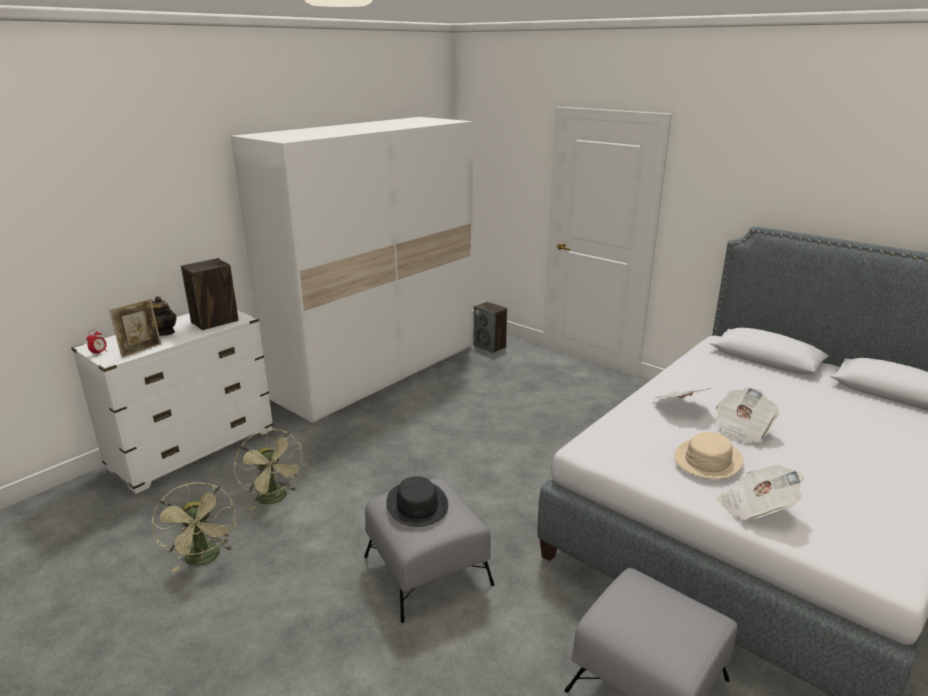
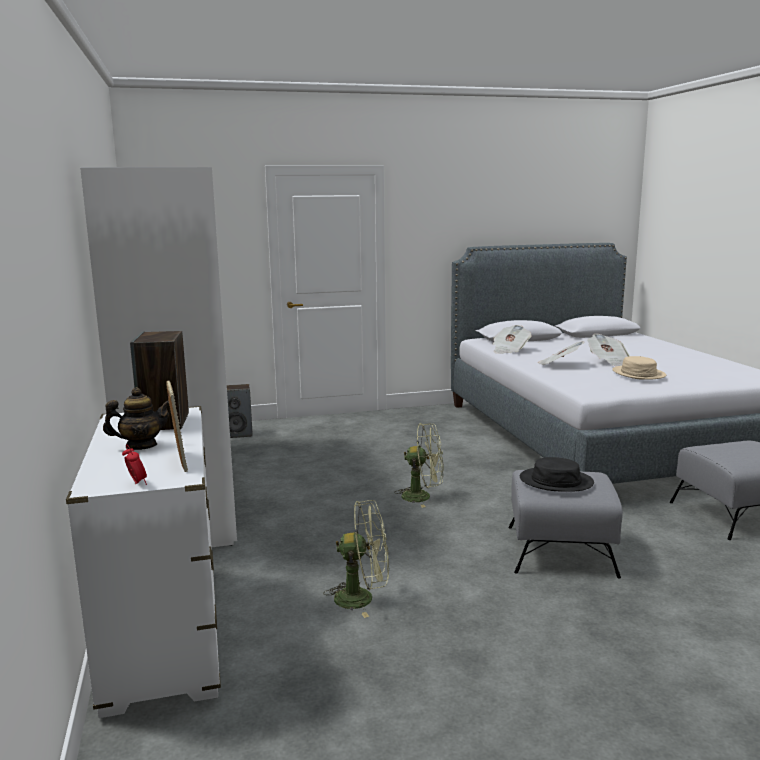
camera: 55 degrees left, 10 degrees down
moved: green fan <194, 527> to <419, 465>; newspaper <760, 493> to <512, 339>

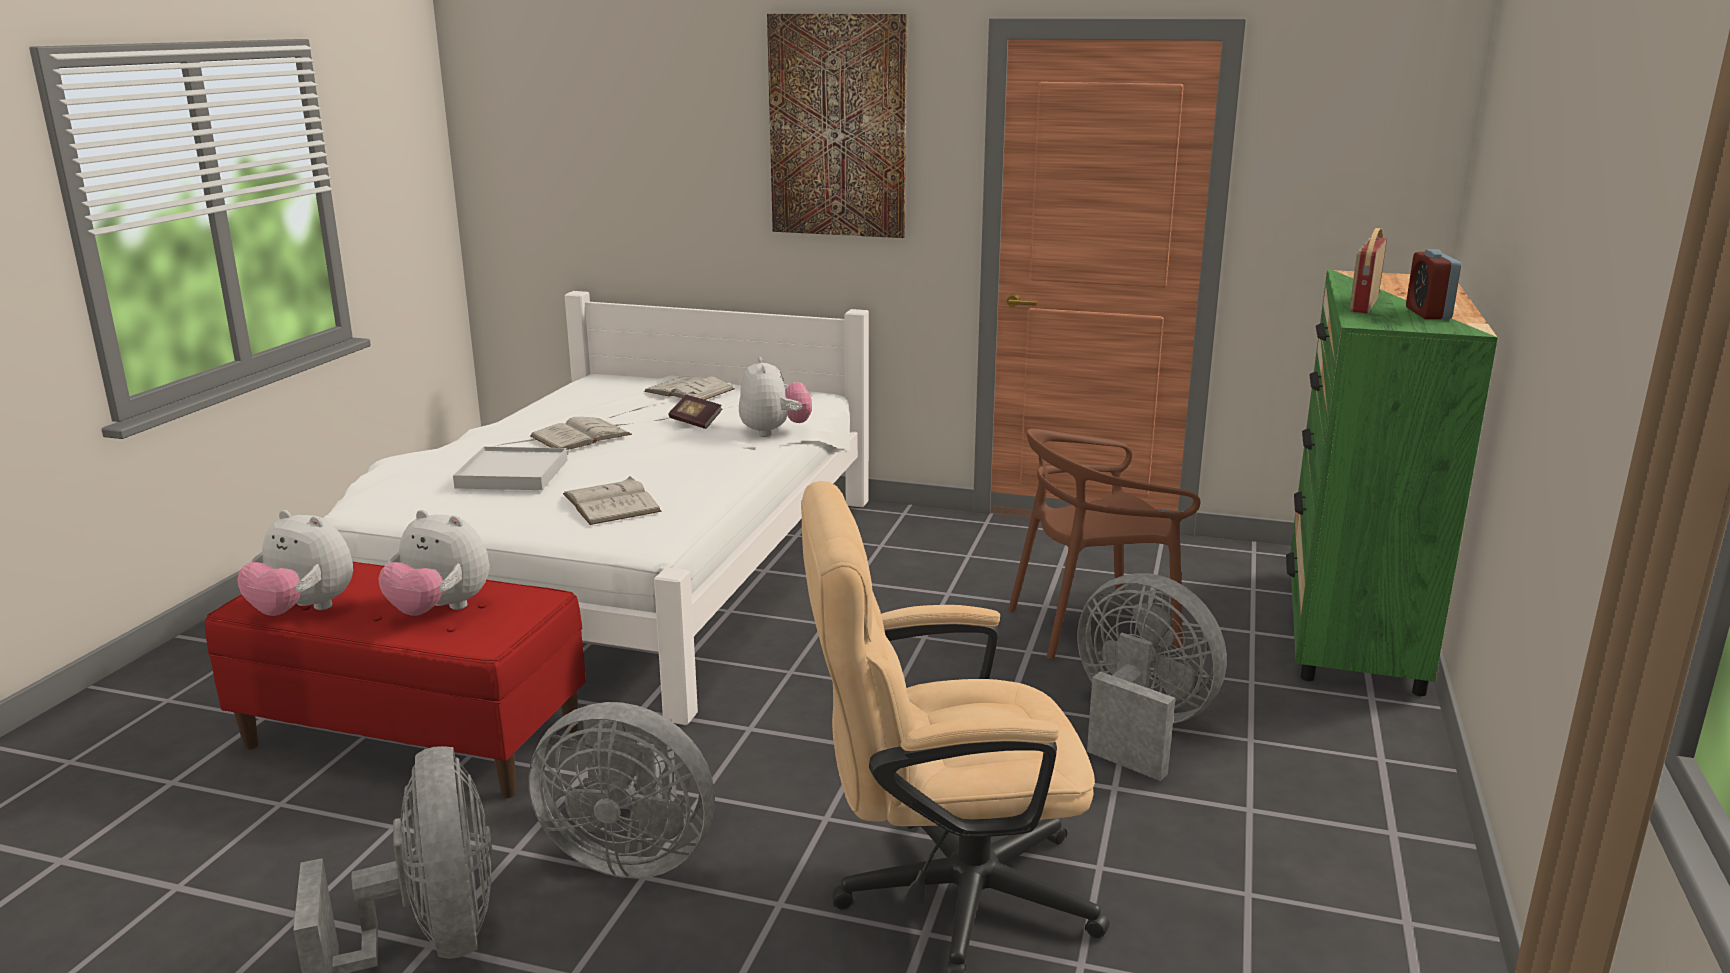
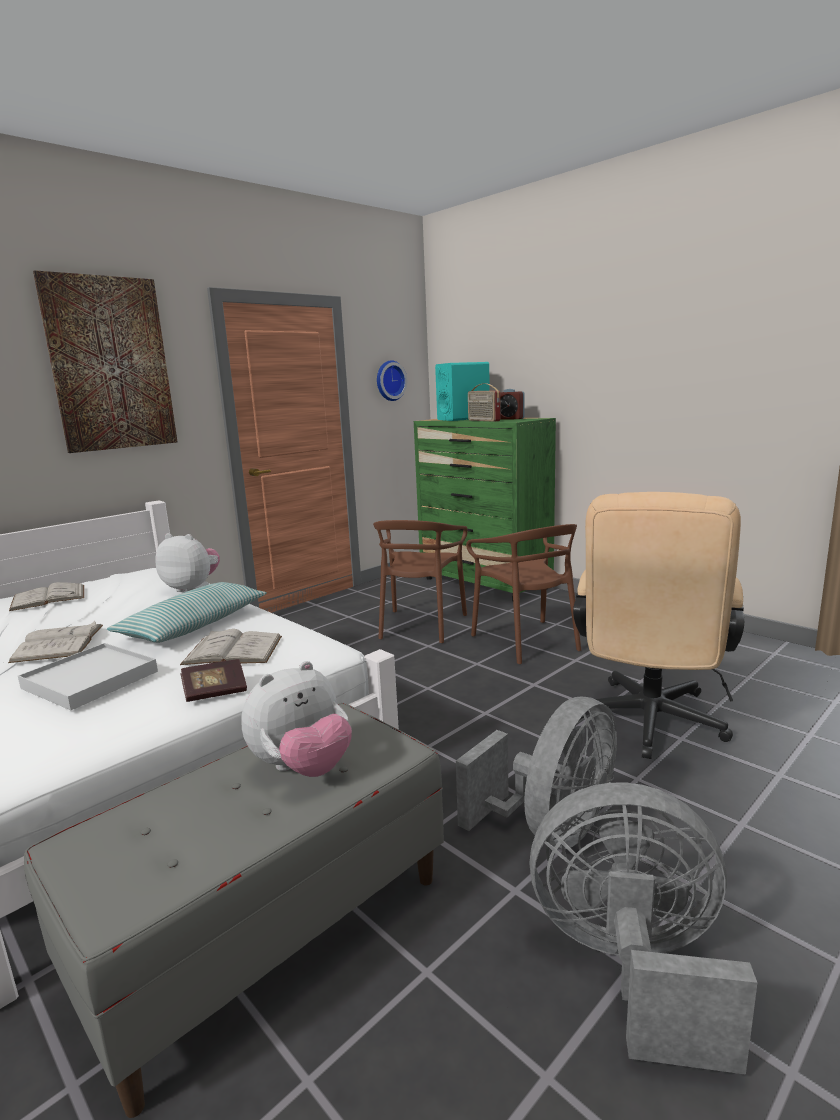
camera: 60 degrees left, 5 degrees down
removed: plush toy <295, 563>
added: pillow <187, 612>; wall clock <392, 380>; turquoise speaker <462, 391>
moved: book <695, 412> to <214, 680>
replaced: grey fan <1152, 677> to brown chair <523, 594>
recoloured: red bench <395, 679> to grey bench <234, 910>

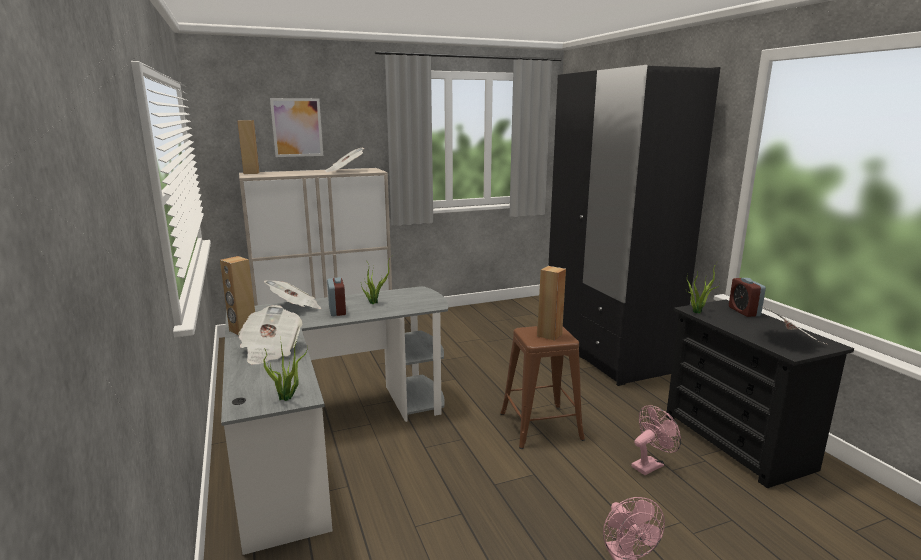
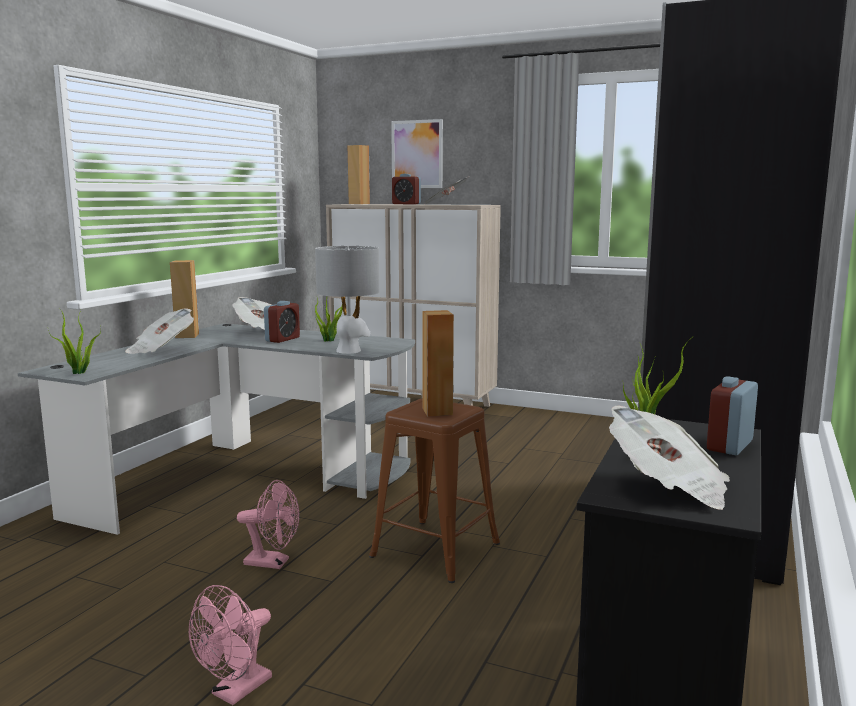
camera: 45 degrees right, 5 degrees down
added: grey table lamp <347, 300>; alarm clock <406, 189>
moved: pink fan <656, 440> to <268, 524>

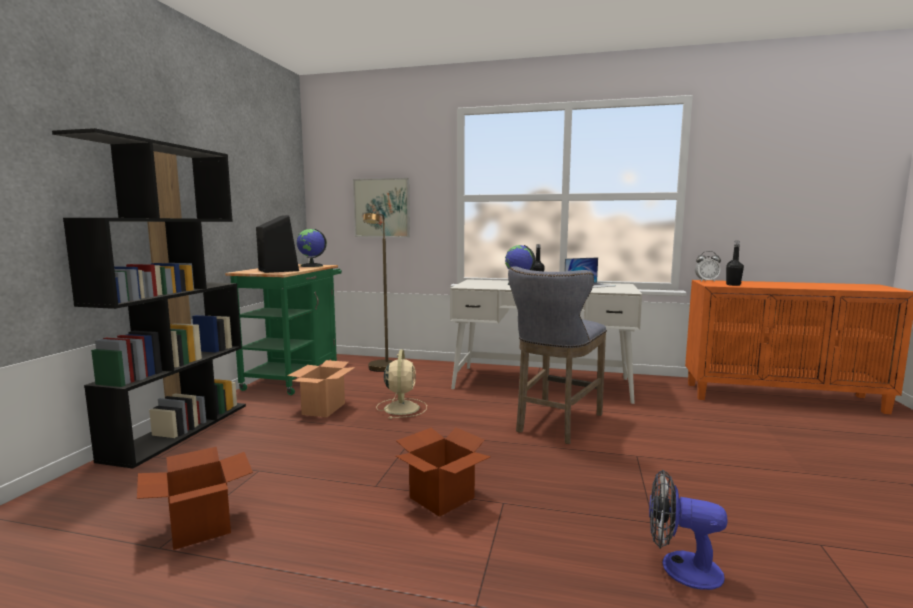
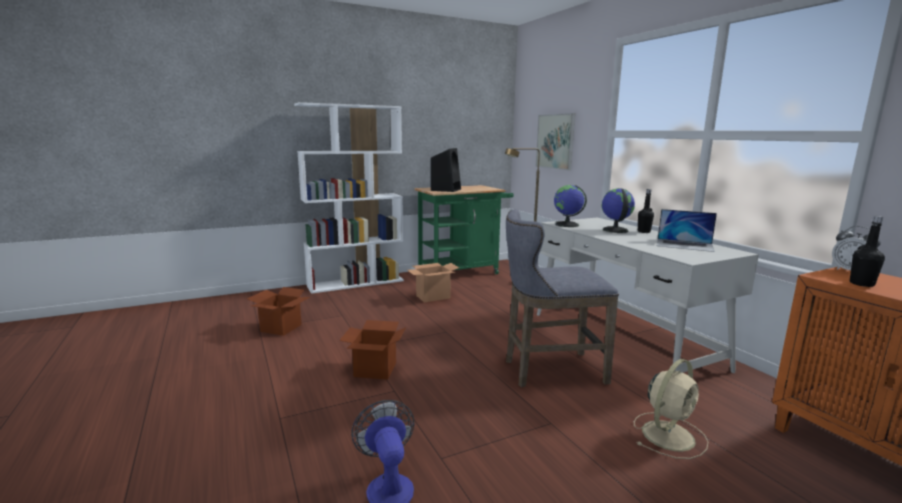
camera: 50 degrees right, 5 degrees up
moved: globe <311, 248> to <570, 206>; beige fan <401, 384> to <671, 409>
recoloured: black bookcase <149, 298> to white bookcase <349, 198>

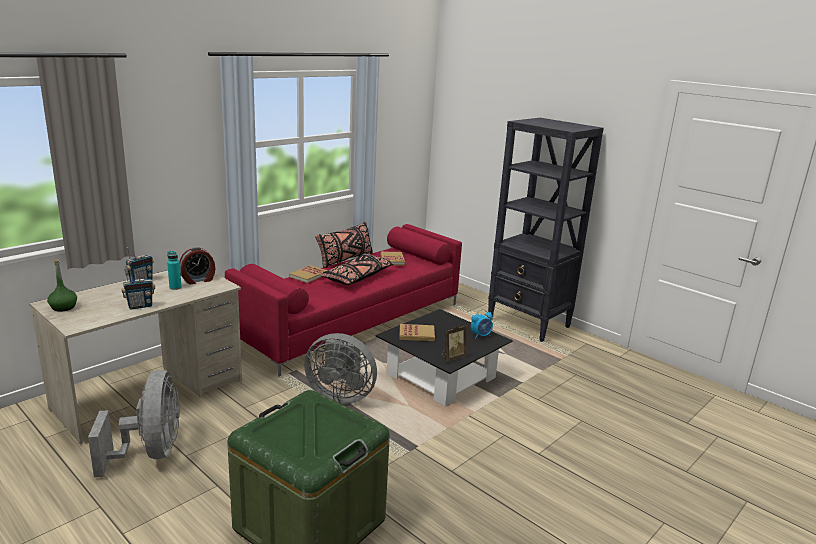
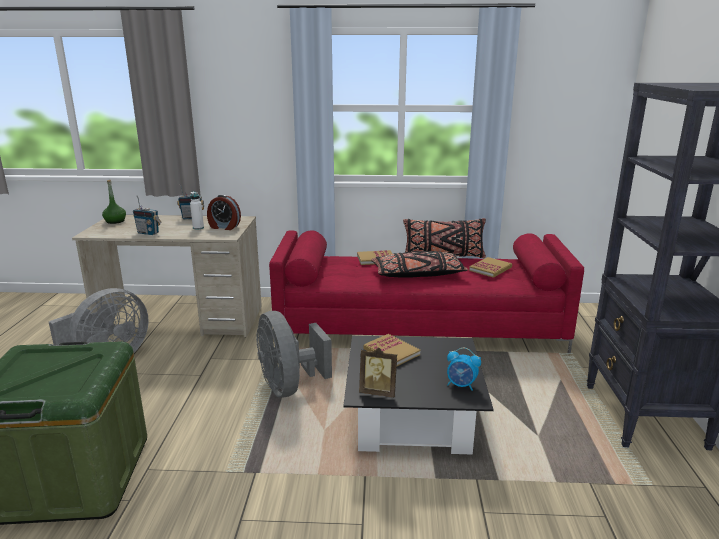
camera: 50 degrees right, 0 degrees up
recoloured: turquoise bottle <174, 270> to white bottle <197, 210>

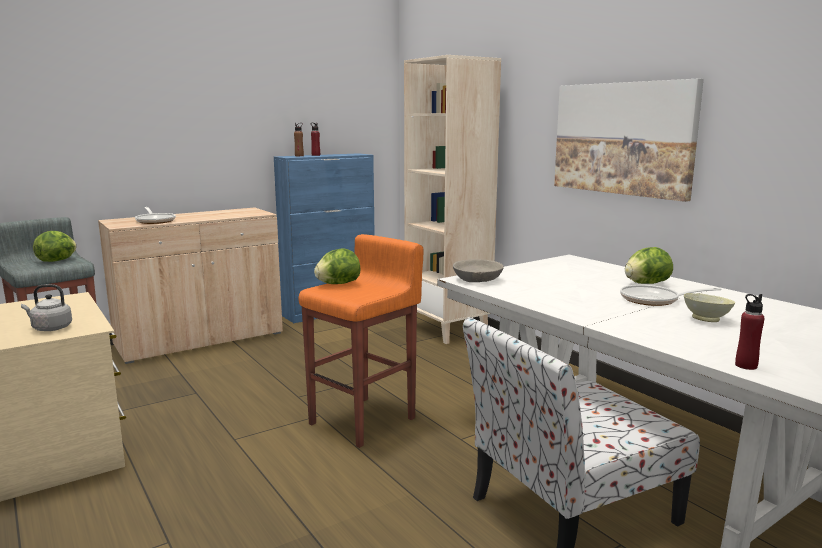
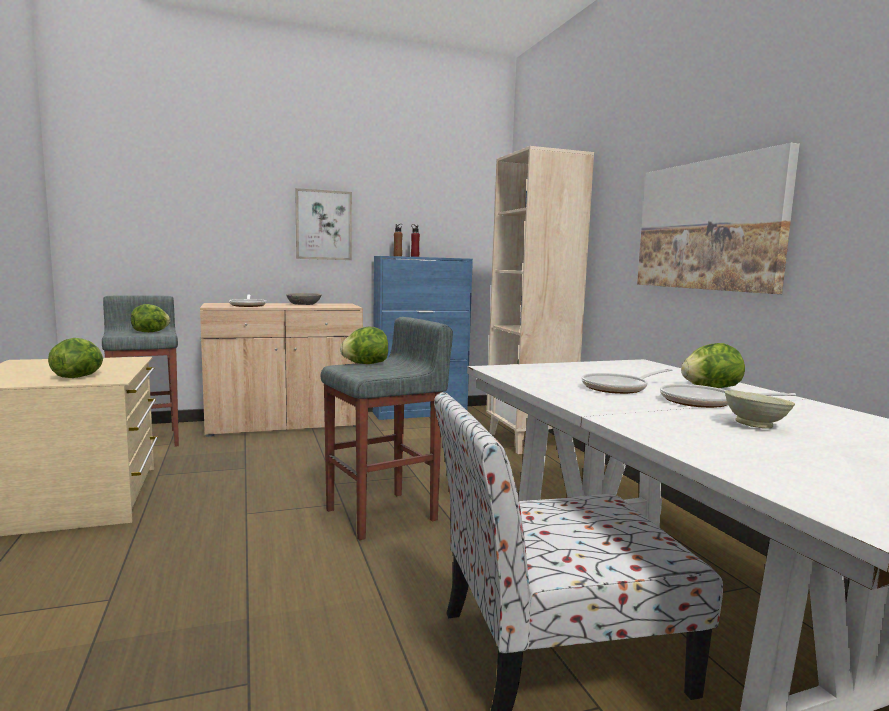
camera: 15 degrees right, 5 degrees down
removed: red bottle <750, 332>
added: picture <323, 224>; frying pan <627, 381>
moved: grey bowl <478, 270> to <304, 299>
replaced: grey kettle <46, 307> to lettuce <75, 358>
recoloured: orange stool <361, 341> to grey stool <387, 428>

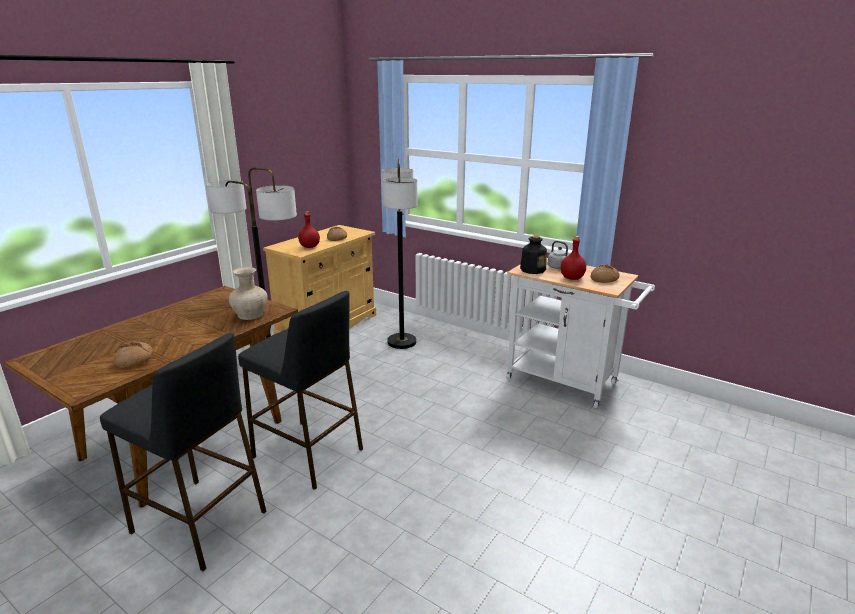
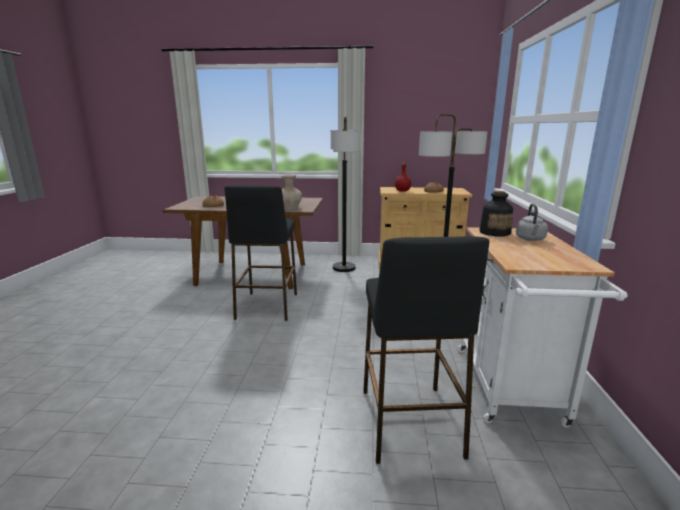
camera: 60 degrees right, 5 degrees down
removed: red bottle <573, 258>; bread <605, 273>
moved: black stool <183, 452> to <426, 350>

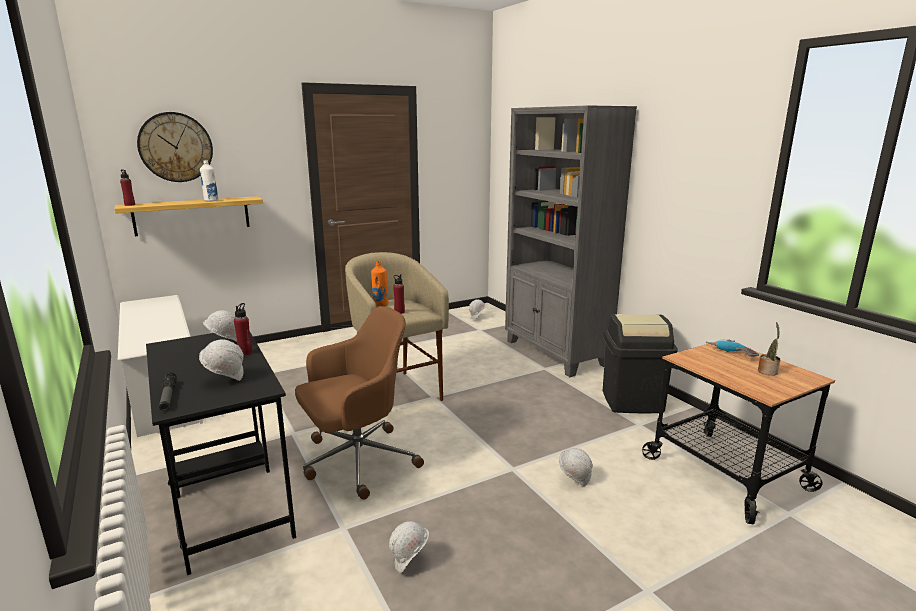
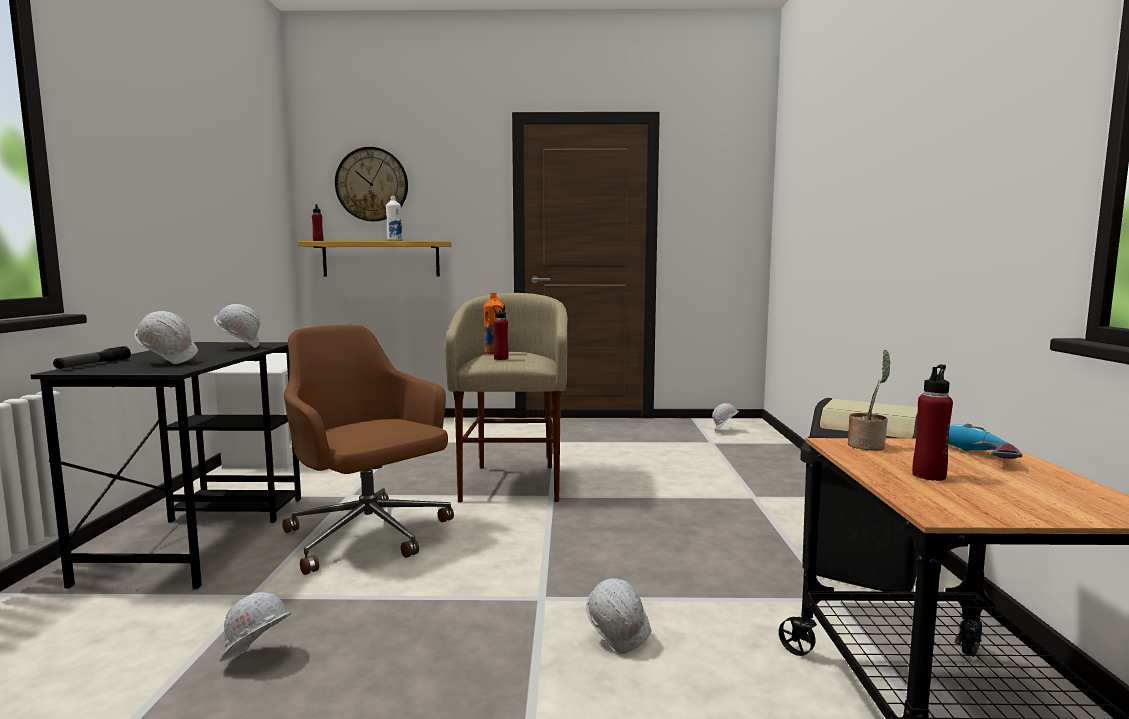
camera: 30 degrees right, 10 degrees down
removed: grey bookcase <571, 241>
moved: red bottle <243, 329> to <932, 422>; potted plant <769, 349> to <869, 400>
turned: brown office chair <359, 403> = <368, 450> 135 degrees counterclockwise

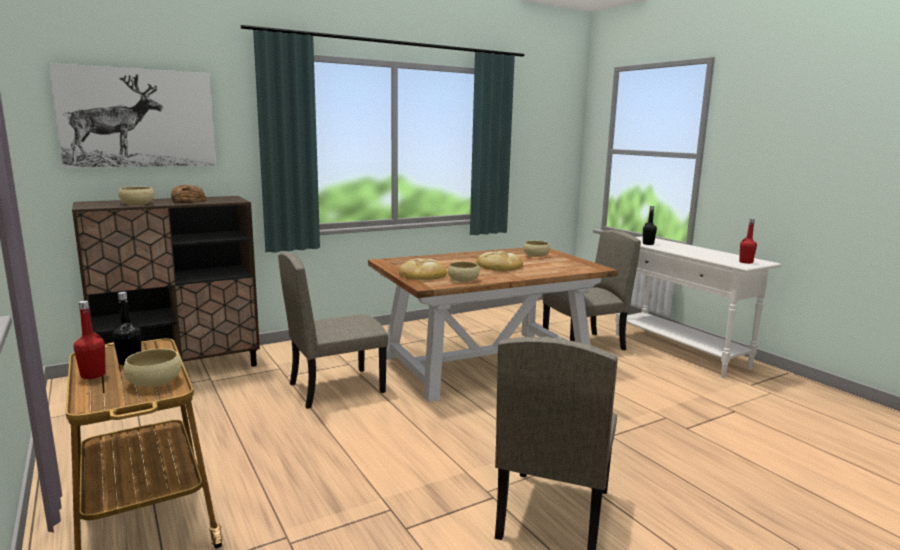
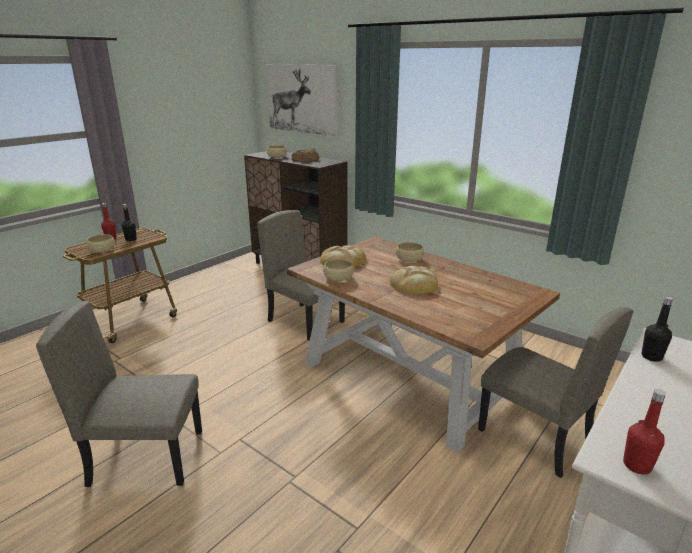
camera: 70 degrees right, 10 degrees up
moved: beige bowl <537, 249> to <410, 252>

